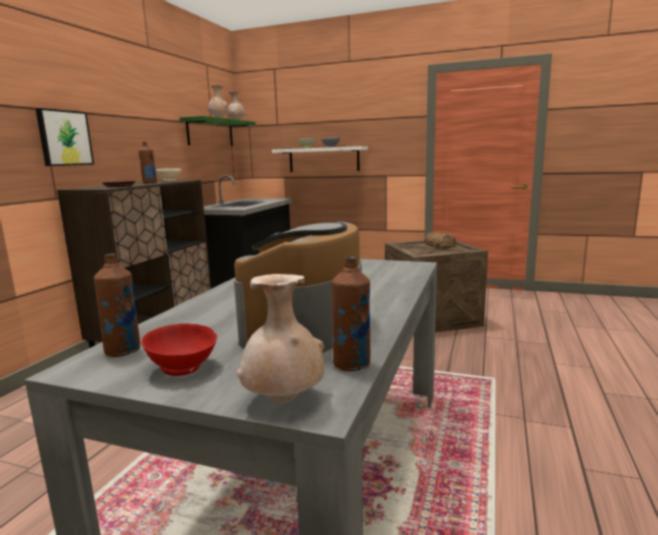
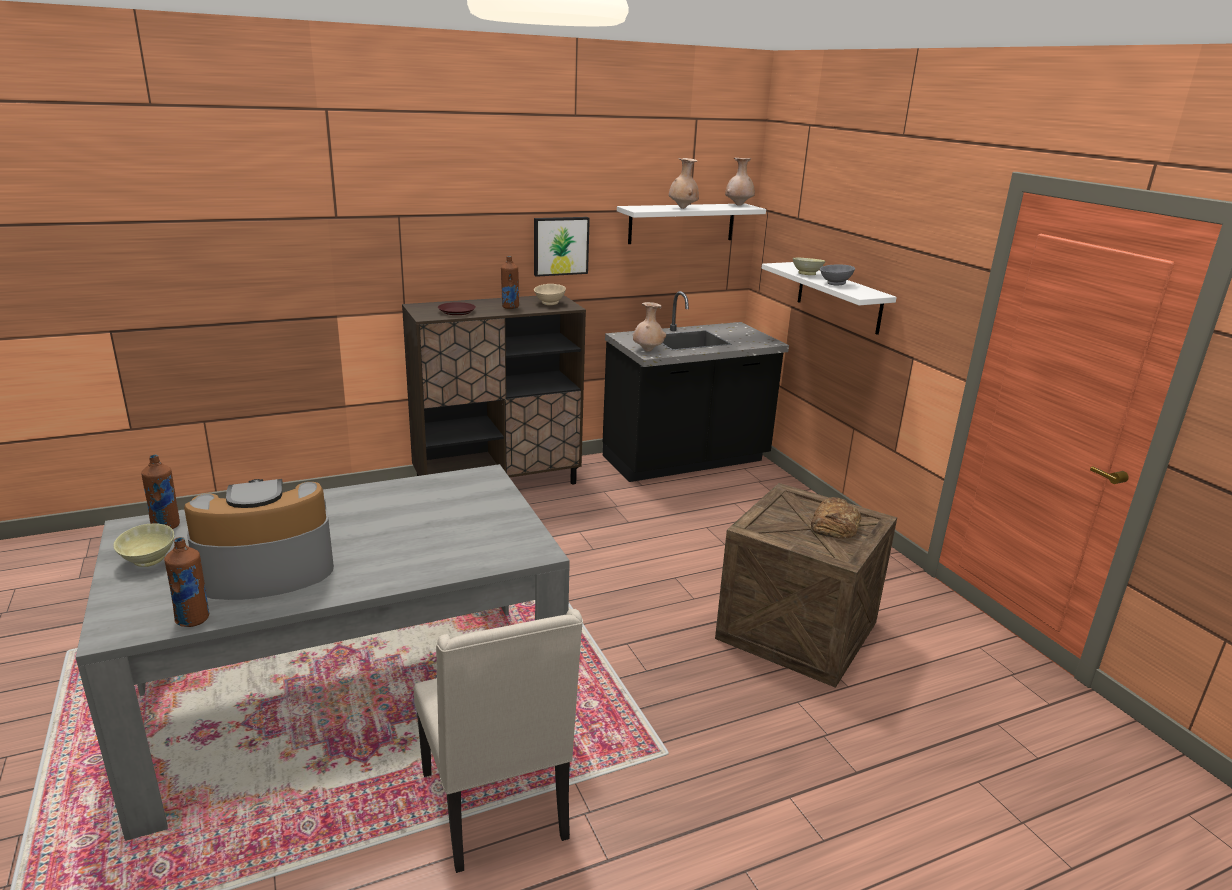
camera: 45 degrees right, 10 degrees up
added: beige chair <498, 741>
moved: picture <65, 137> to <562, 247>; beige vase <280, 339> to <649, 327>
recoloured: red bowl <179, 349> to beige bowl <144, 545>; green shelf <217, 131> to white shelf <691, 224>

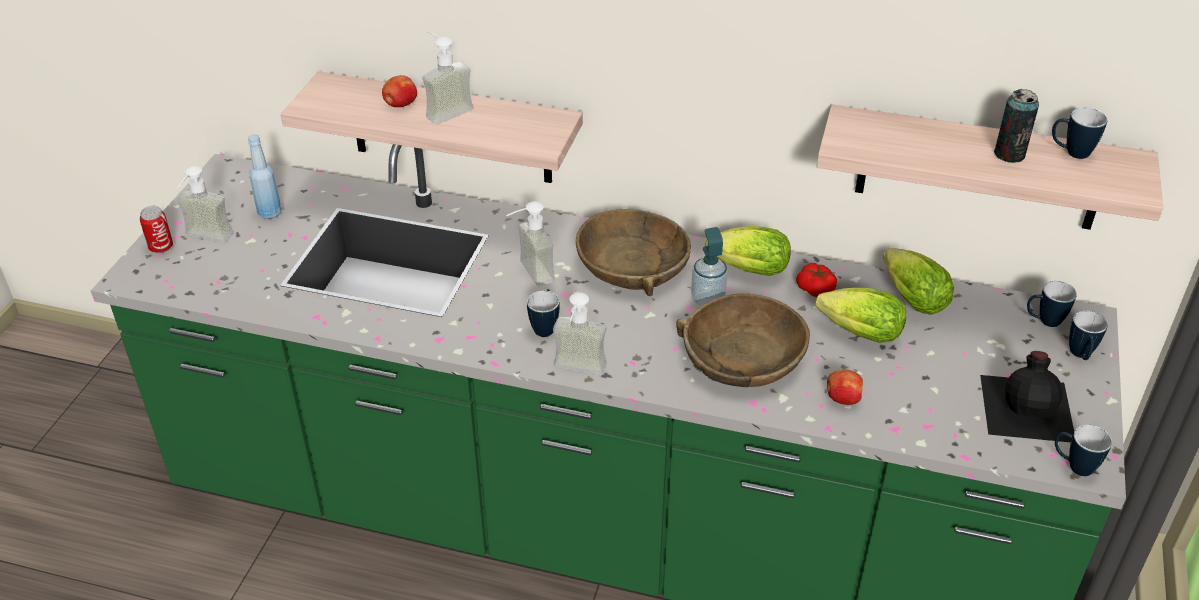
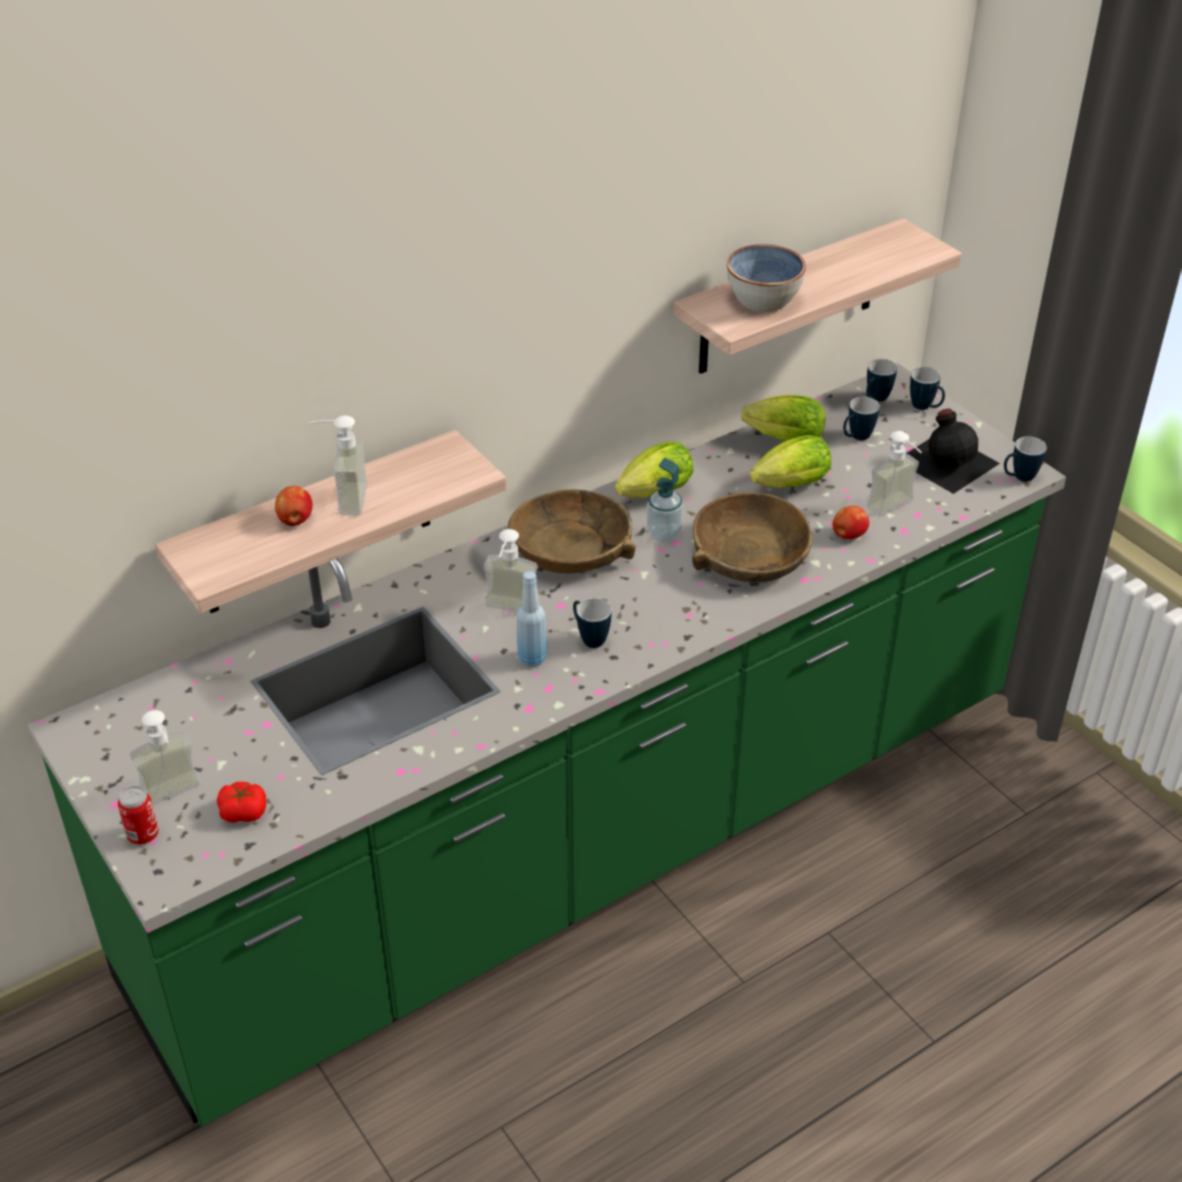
camera: 50 degrees left, 0 degrees up
removed: can <1016, 126>
added: bowl <766, 278>
moved: blue bottle <265, 176> to <531, 619>; soap dispenser <579, 333> to <894, 473>; tomato <816, 280> to <241, 802>; mug <1080, 133> to <861, 418>

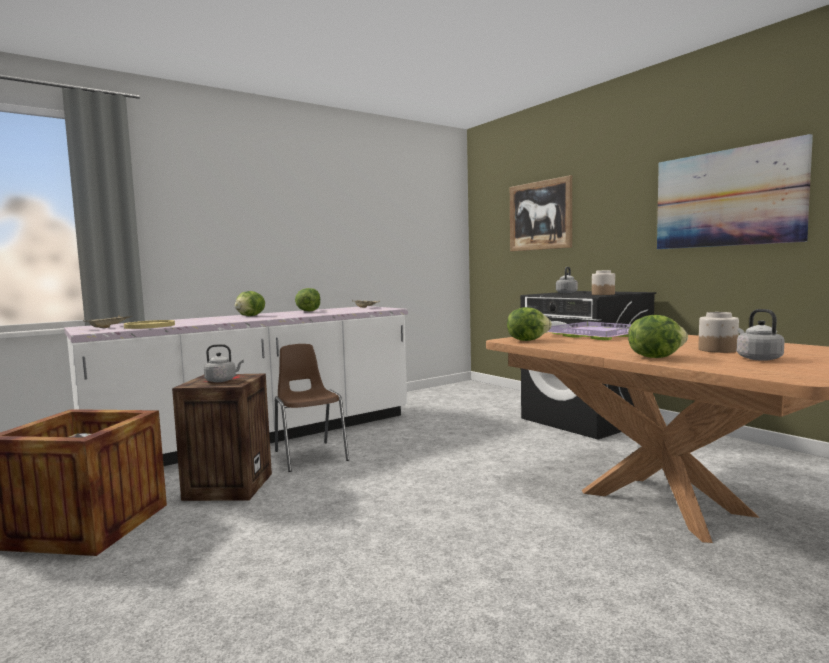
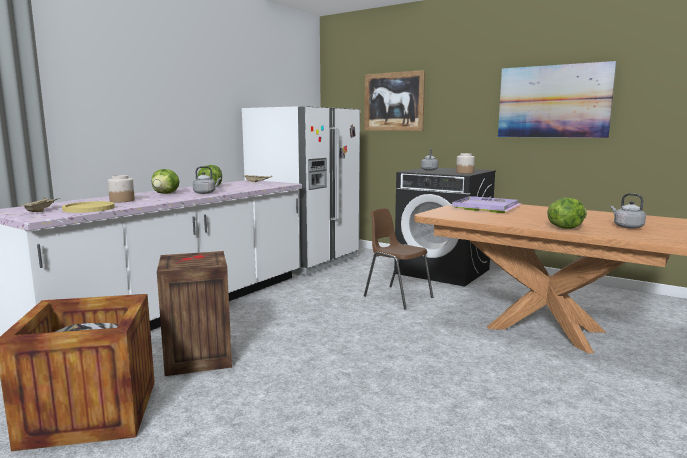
camera: 20 degrees left, 5 degrees up
removed: lettuce <529, 324>
added: white fridge <301, 190>
moved: grey kettle <224, 363> to <207, 180>; brown chair <312, 408> to <398, 259>; jar <718, 332> to <121, 188>

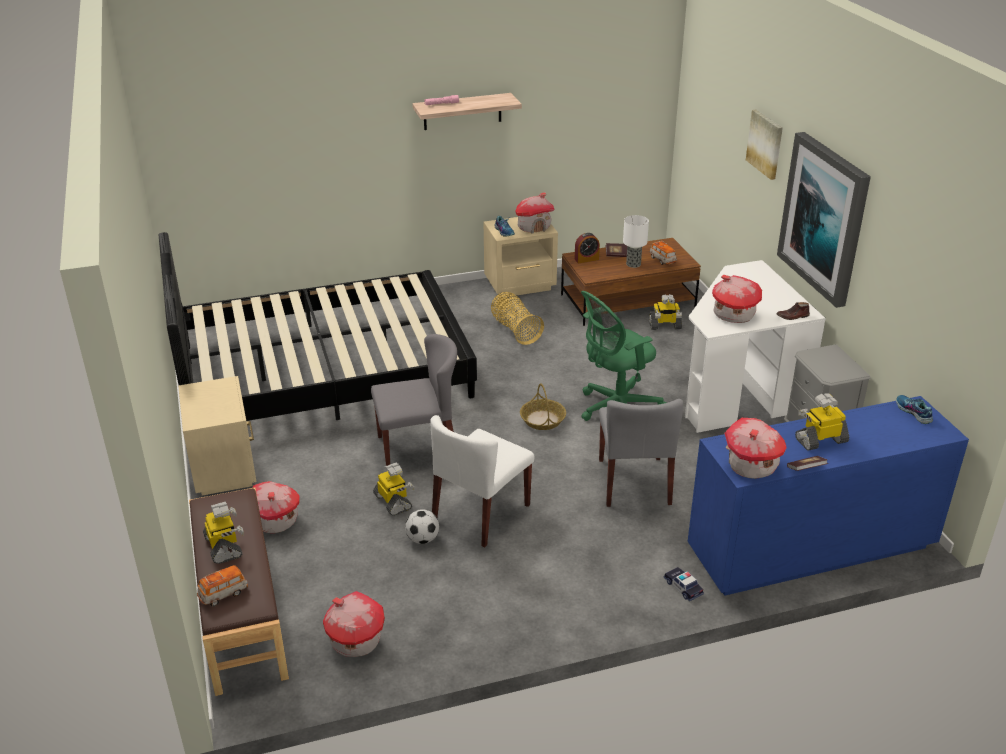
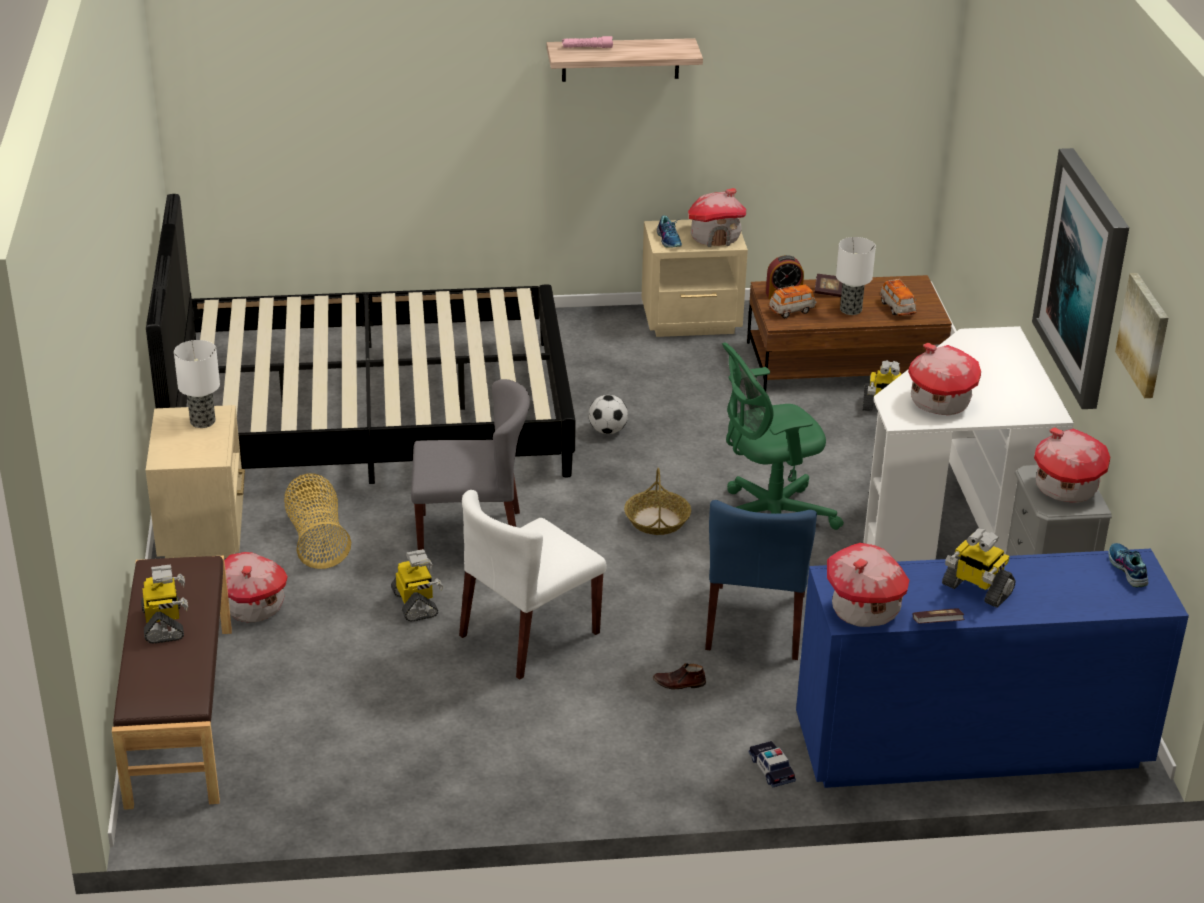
camera: 10 degrees right, 0 degrees up
added: table lamp <197, 384>
moved: toy car <222, 586> to <792, 301>; toy house <354, 624> to <1072, 465>; football <422, 526> to <608, 414>; basket <517, 318> to <317, 521>; picture <764, 145> to <1141, 335>; brown shoe <793, 311> to <679, 676>
recoloured: grey chair <641, 453> to blue chair <761, 580>
turned: toy robot <822, 422> = <979, 568> 135 degrees counterclockwise

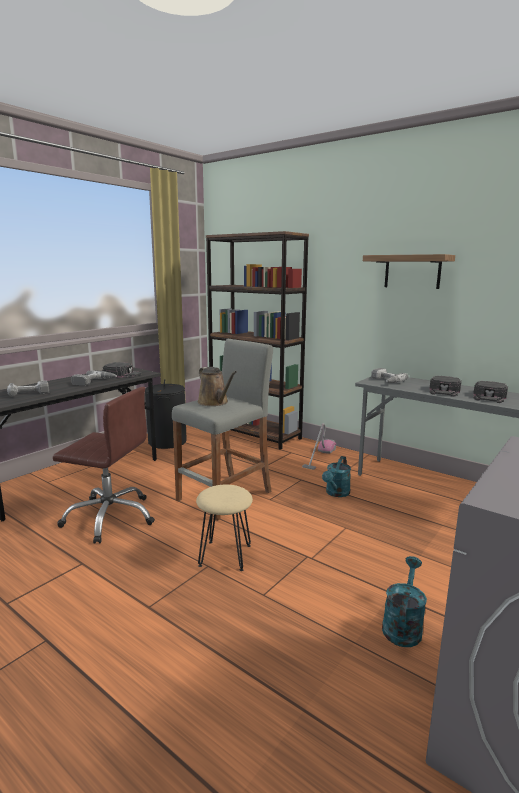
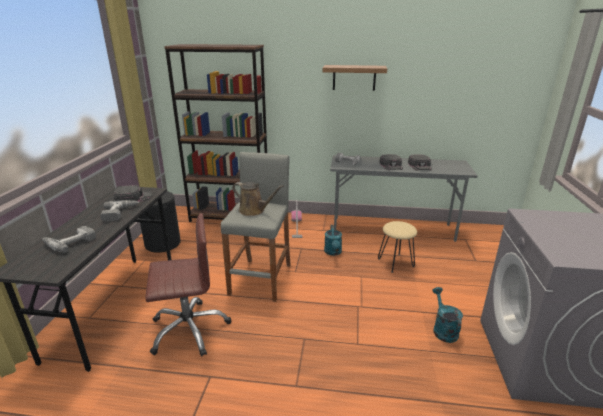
camera: 30 degrees left, 10 degrees up
moved: beige stool <224, 528> to <397, 247>

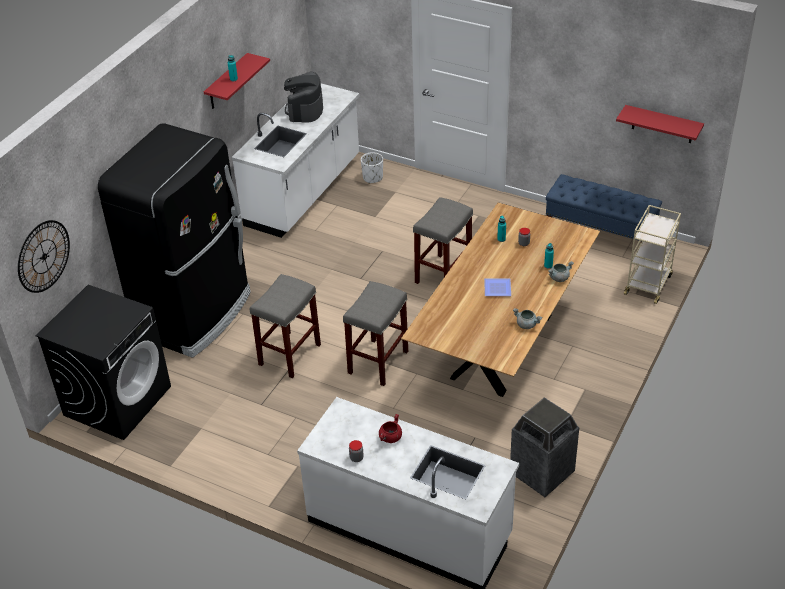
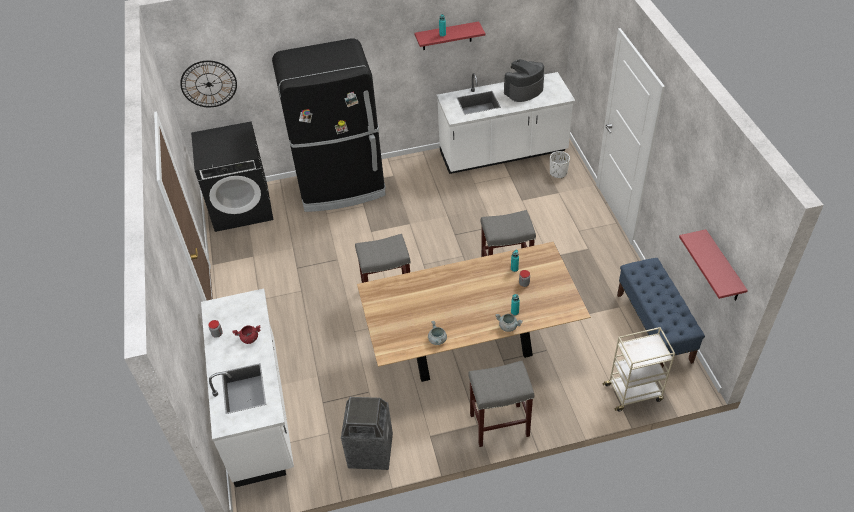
camera: 50 degrees right, 5 degrees up
removed: plate <497, 287>
moved: grey stool <285, 326> to <501, 404>

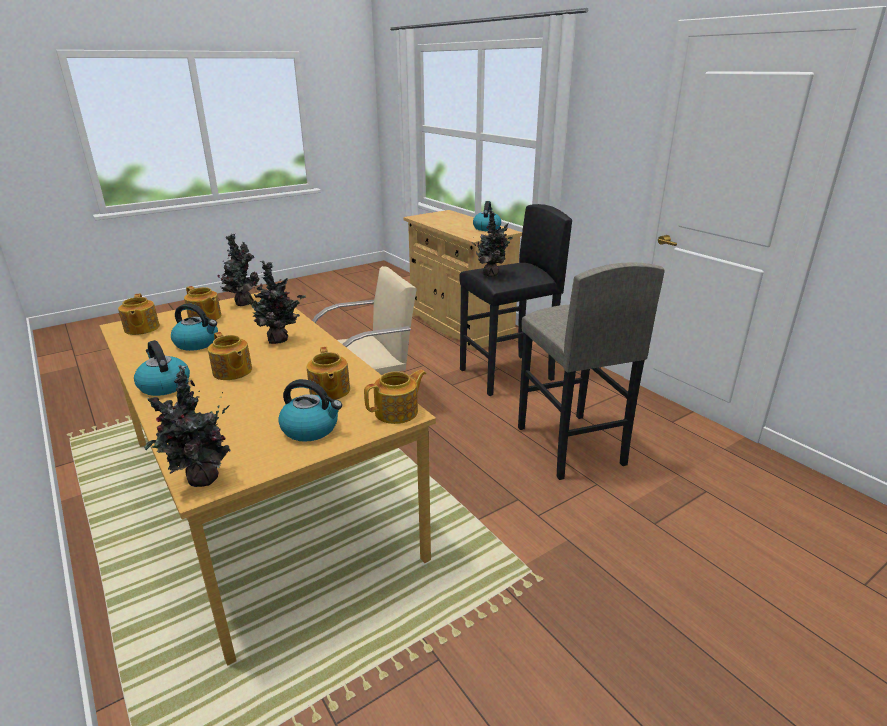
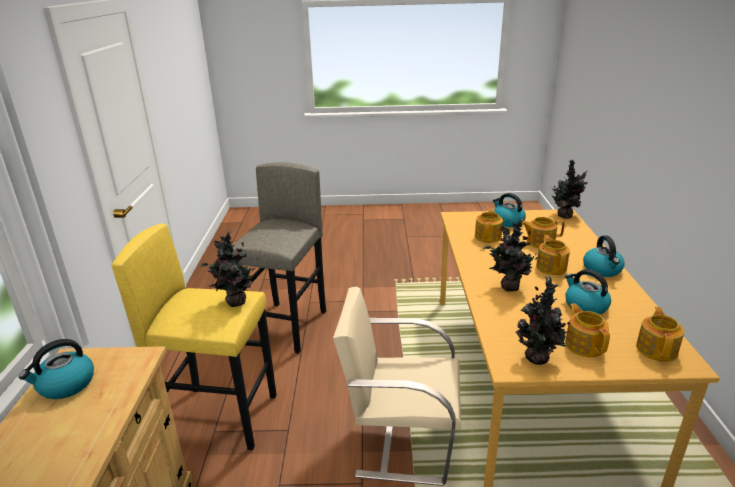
camera: 145 degrees left, 0 degrees up
moved: teapot <395, 397> to <543, 232>
recoloured: black stool <515, 300> to yellow stool <194, 337>

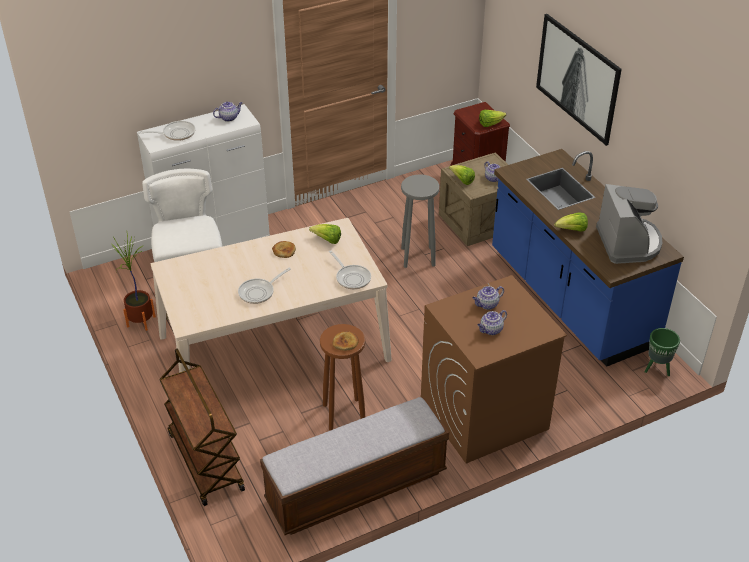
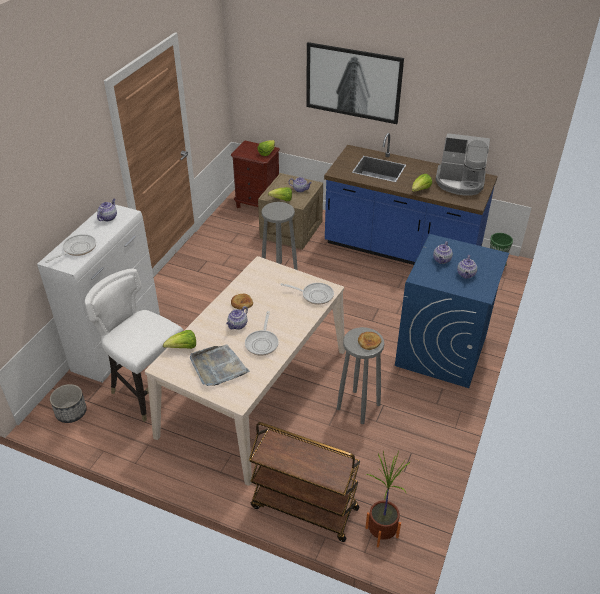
camera: 40 degrees left, 0 degrees up
removed: bench <354, 466>
added: planter <68, 403>; grey tray <220, 365>; teapot <237, 318>
moved: potted plant <133, 282> to <388, 499>; lettuce <325, 234> to <179, 339>
recoloured: brown stool <342, 377> to grey stool <360, 375>; brown washing machine <494, 369> to blue washing machine <452, 311>
turned: coffee machine <629, 224> = <462, 164> 150 degrees clockwise

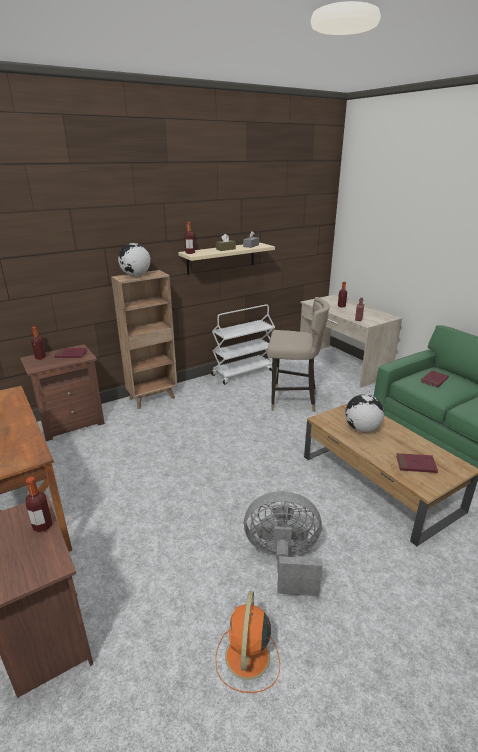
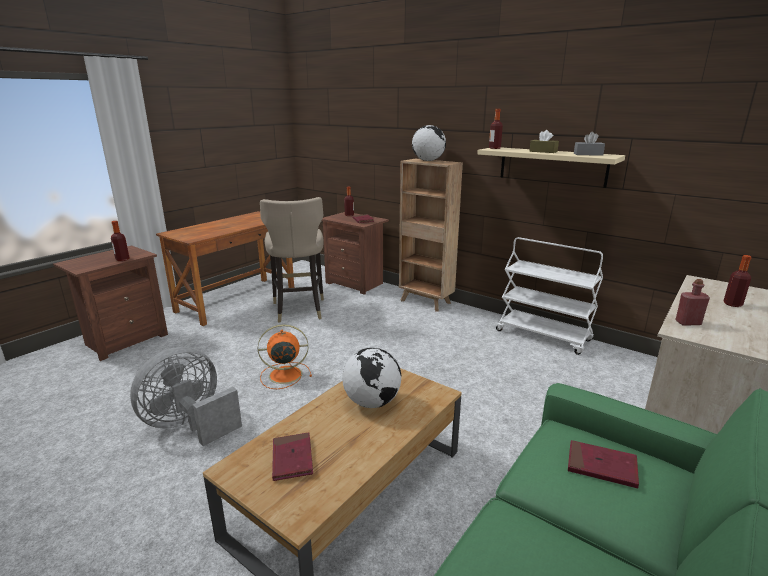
camera: 70 degrees right, 5 degrees down
moved: orange fan <247, 642> to <285, 356>; beige stool <298, 354> to <292, 260>
turned: grey fan <283, 543> = <186, 396> 120 degrees counterclockwise

